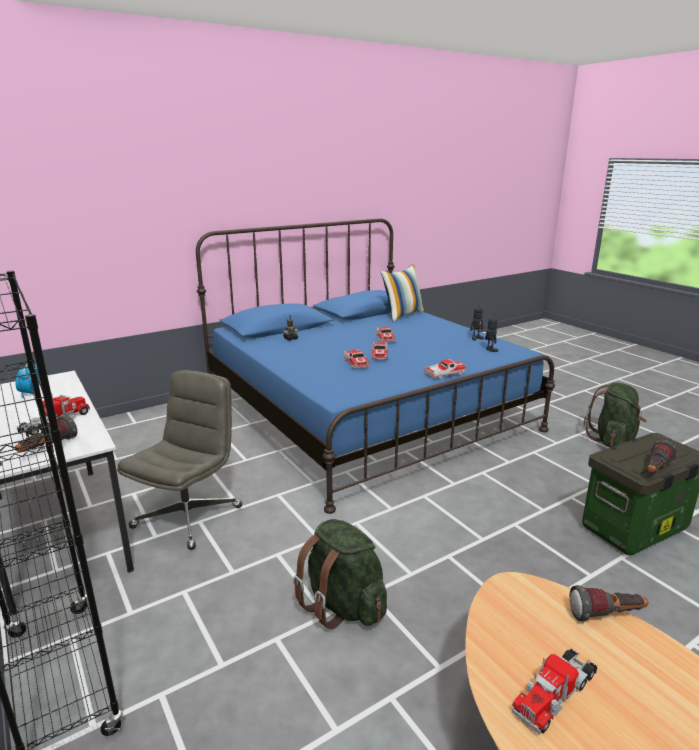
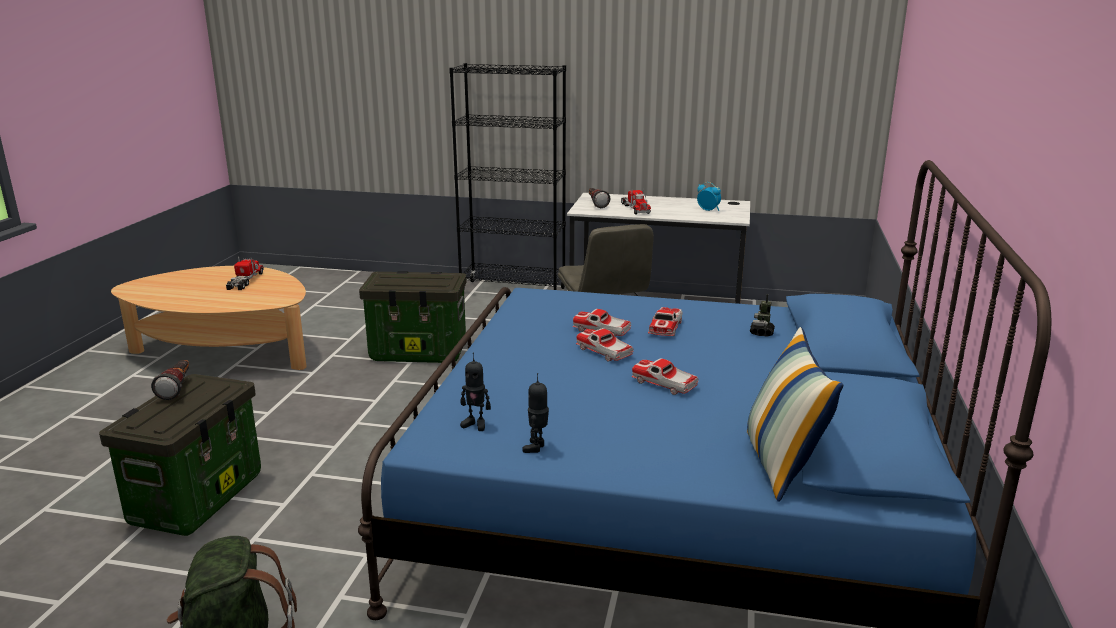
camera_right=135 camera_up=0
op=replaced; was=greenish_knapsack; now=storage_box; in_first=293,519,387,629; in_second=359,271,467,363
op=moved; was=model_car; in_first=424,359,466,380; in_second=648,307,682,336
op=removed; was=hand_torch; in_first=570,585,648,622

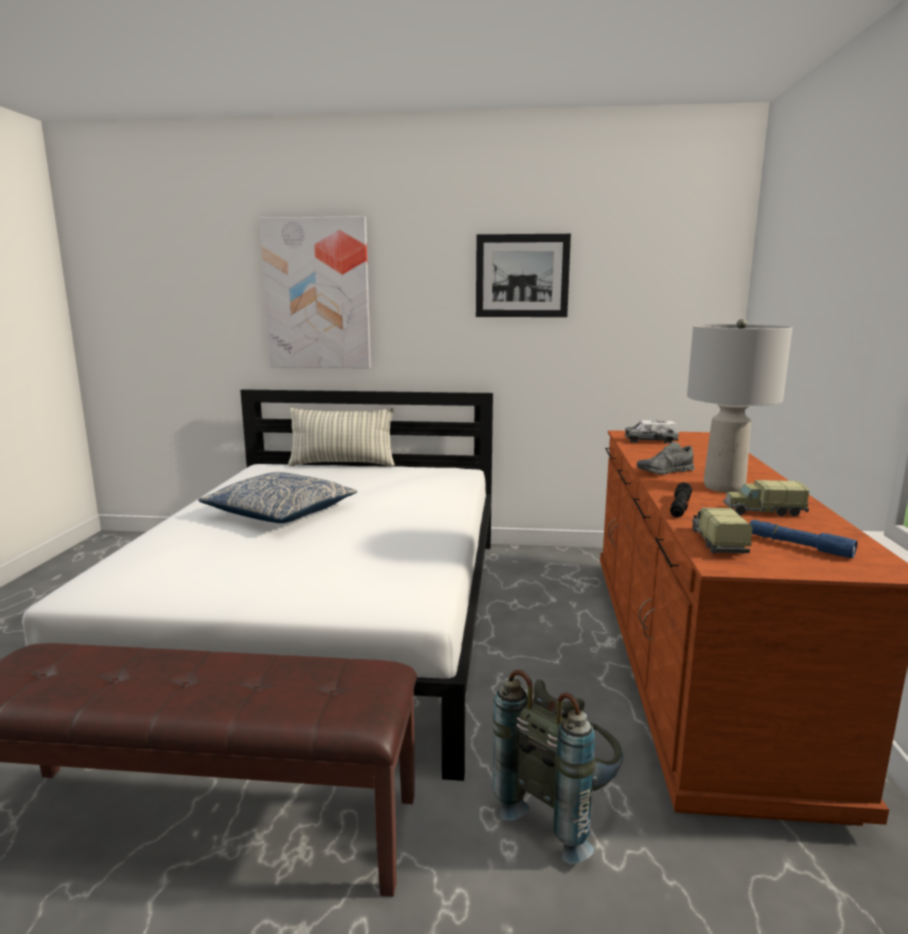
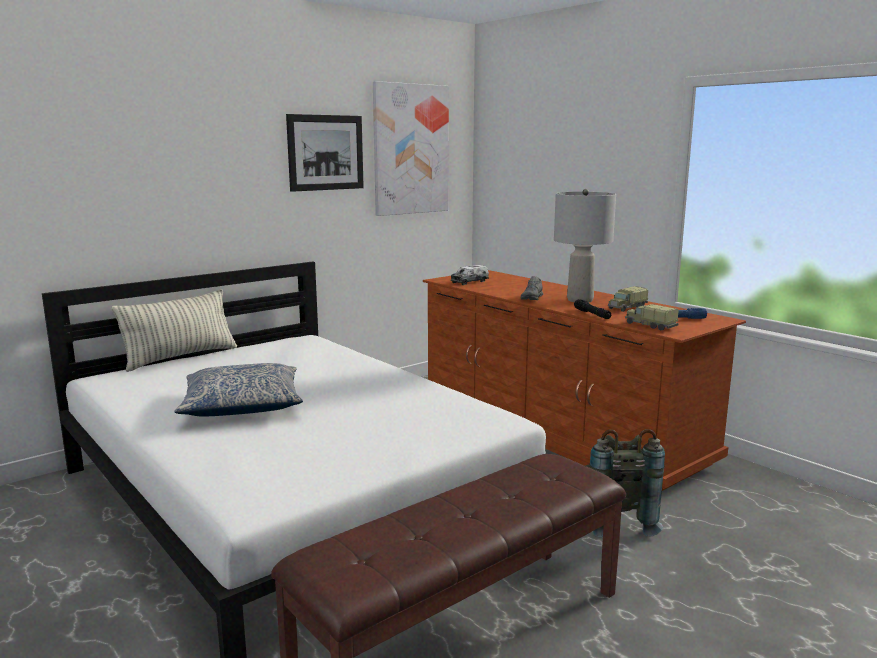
camera_right=-45 camera_up=0
op=moved; was=picture; in_first=259,216,371,368; in_second=373,81,449,216

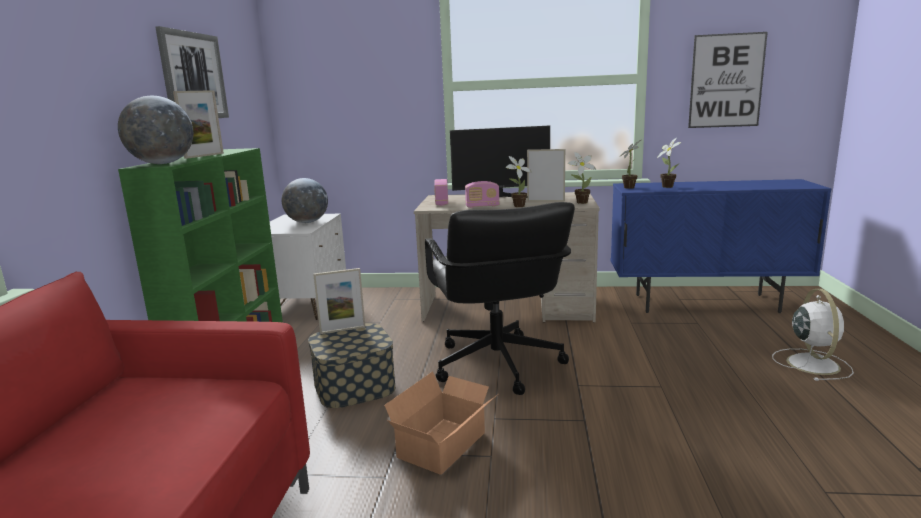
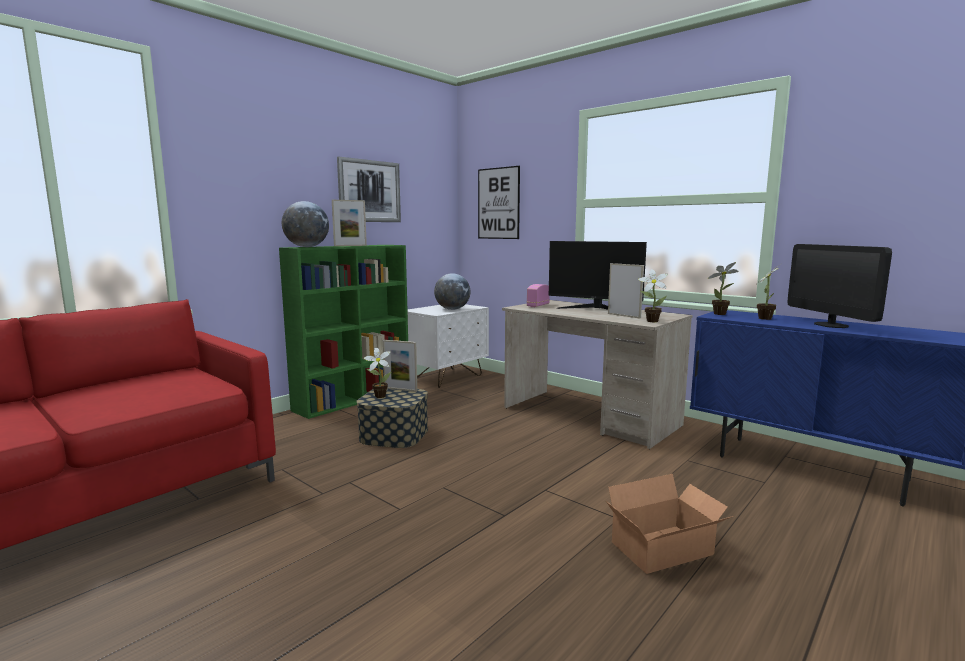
camera_right=35 camera_up=-5
op=moved; was=cardboard_box; in_first=384,371,497,475; in_second=606,474,734,574
op=removed; was=blackish_computer_chair; in_first=425,202,575,395
op=removed; was=radio; in_first=465,181,500,208
op=moved; was=potted_plant; in_first=506,156,532,207; in_second=364,347,391,398
op=moved; was=picture; in_first=688,32,768,128; in_second=478,166,520,239
op=removed; was=whitish_electric_fan; in_first=772,289,854,381
op=added; now=monitor; in_second=788,244,892,328

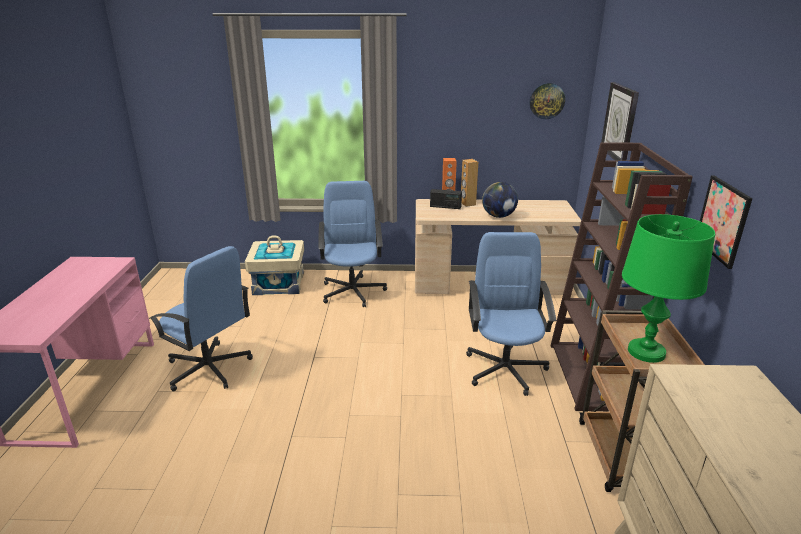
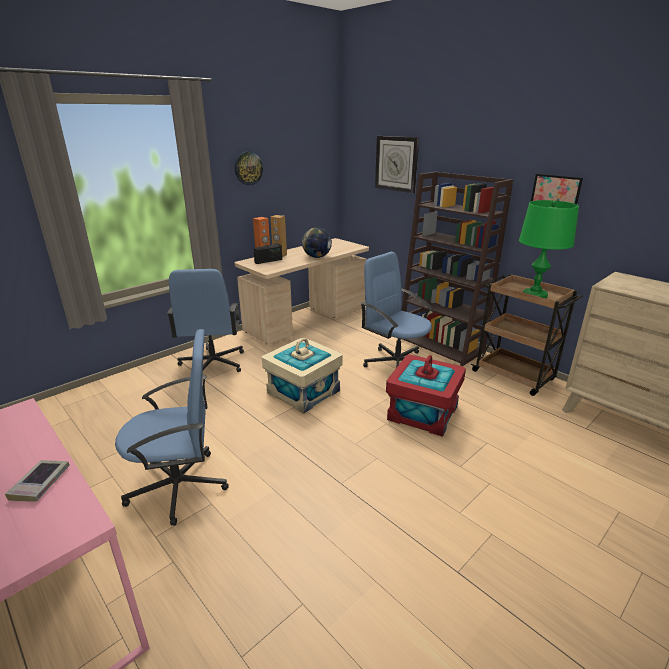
camera_right=-45 camera_up=0
op=moved; was=beige_storage_box; in_first=245,235,304,295; in_second=262,338,343,413
op=turned; was=bluish_computer_chair; in_first=318,181,387,307; in_second=167,269,244,372; clockwise=-135
op=moved; was=clock_on_the_wall; in_first=529,83,565,119; in_second=235,151,263,185
op=added; now=volume; in_second=5,460,70,501
op=added; now=reddish_storage_box; in_second=386,354,466,437

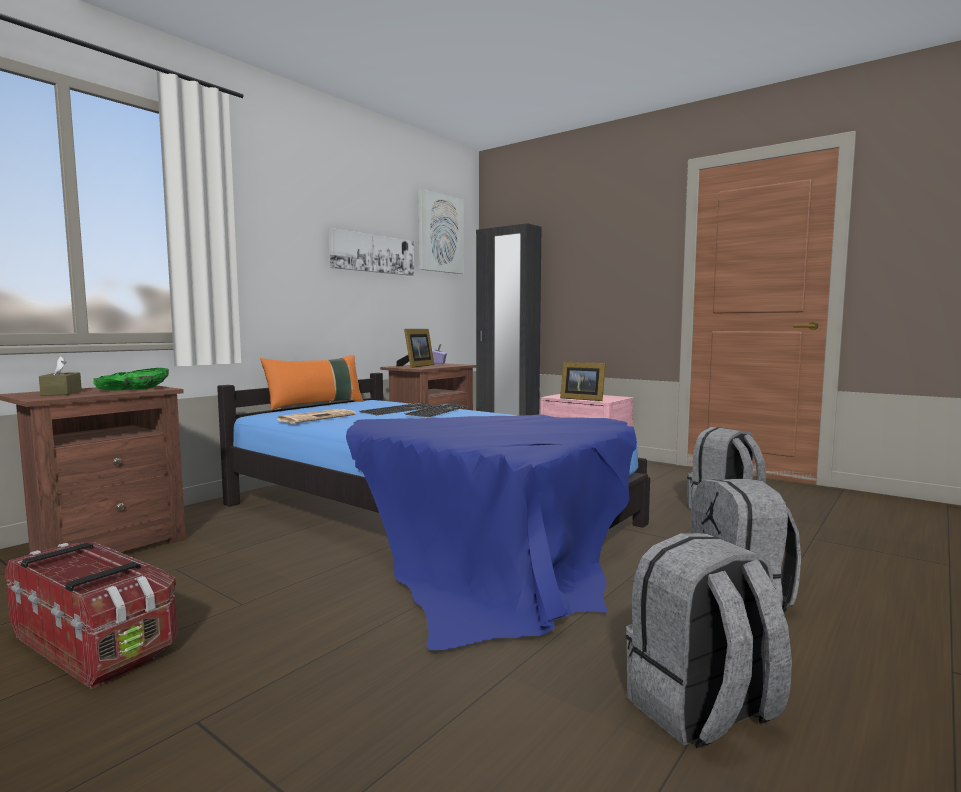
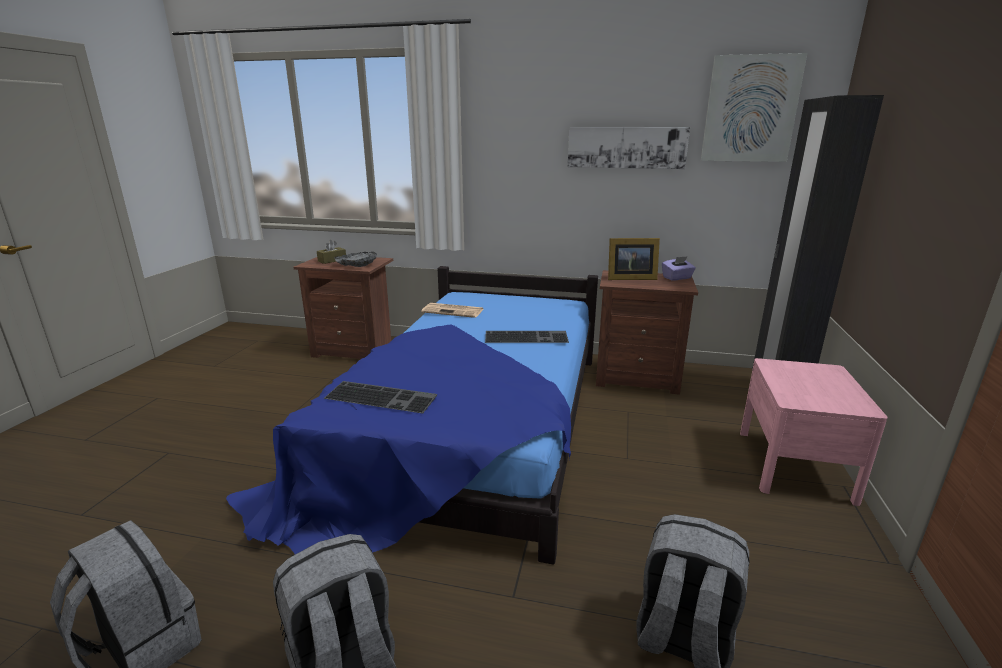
camera_right=65 camera_up=15
op=removed; was=storage_box; in_first=5,542,178,689
op=recoloured; was=greenish_deep_dish; now=greyish_deep_dish; in_first=93,368,169,391; in_second=334,252,377,267
op=removed; was=orangey_cushion; in_first=260,355,363,410
op=moved; was=PC_keyboard; in_first=359,403,435,415; in_second=324,381,437,414
op=removed; was=picture_frame; in_first=560,362,606,401

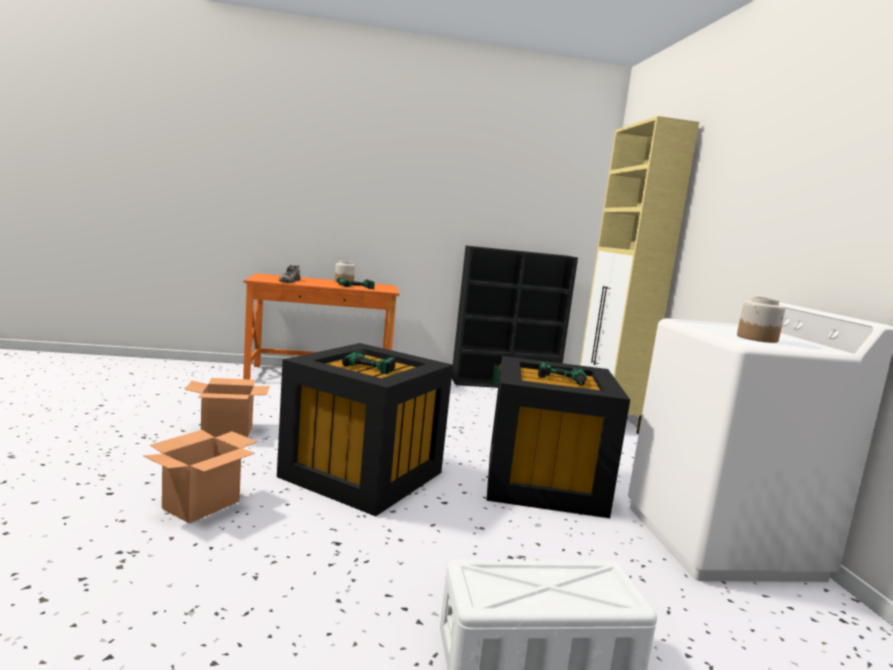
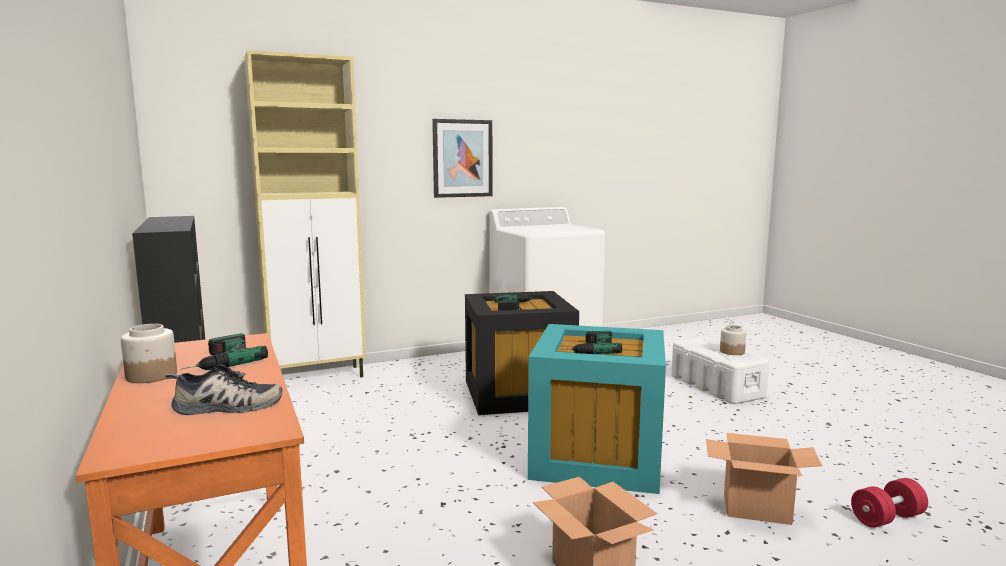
camera_right=-105 camera_up=0
op=recoloured; was=blackish_storage_box; now=turquoise_storage_box; in_first=277,343,453,516; in_second=528,324,666,494
op=moved; was=preserve_jar; in_first=737,297,786,343; in_second=720,325,746,355
op=added; now=picture; in_second=432,119,493,198
op=added; now=reddish_dumbbell; in_second=851,478,928,528

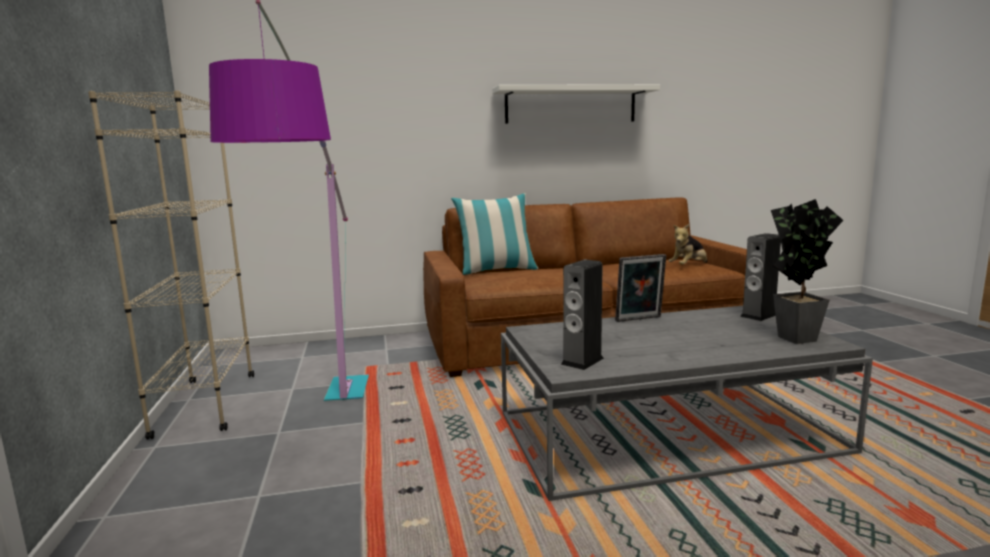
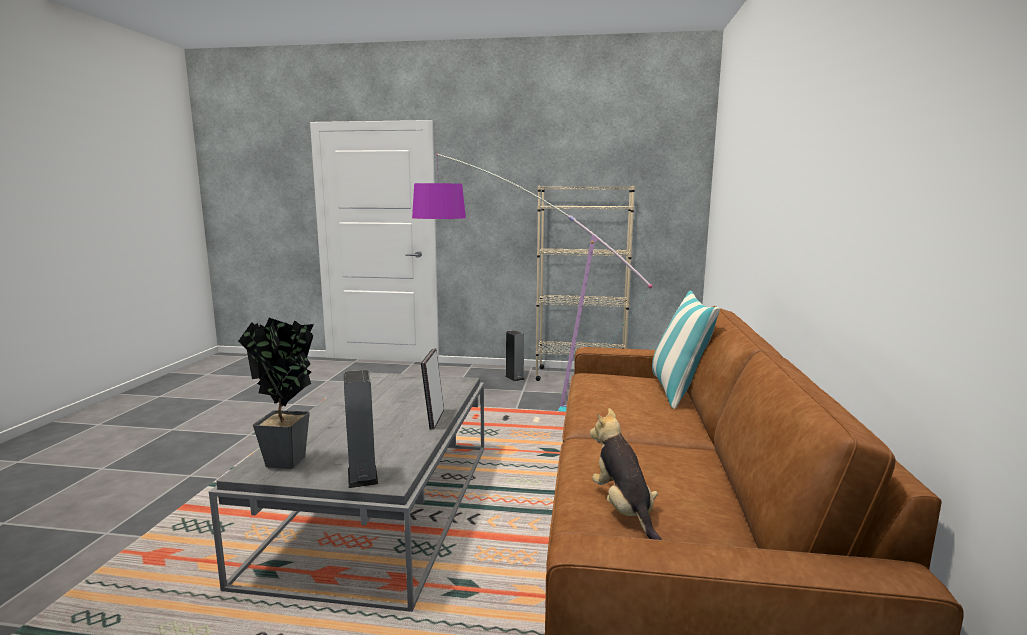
camera_right=110 camera_up=0
op=removed; was=whitish_bracket_shelf; in_first=492,84,660,124
op=moved; was=loudspeaker; in_first=561,260,604,370; in_second=505,330,525,382

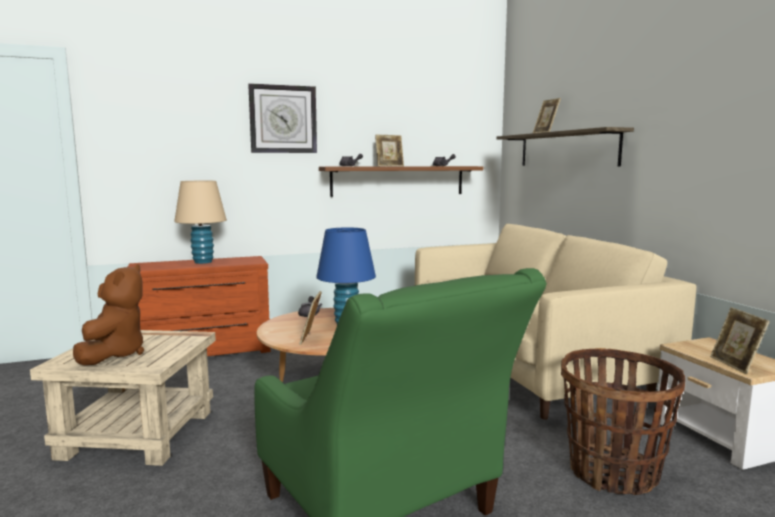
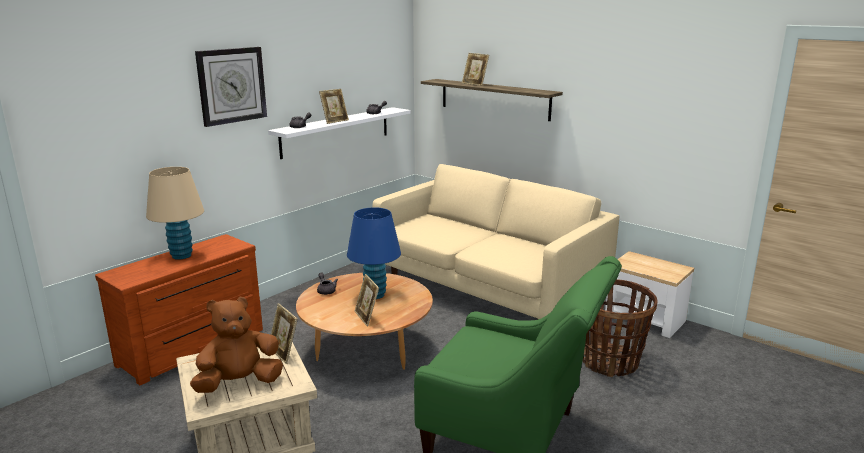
camera_right=-30 camera_up=10
op=turned; was=brown-coloured_soft_toy; in_first=73,264,144,365; in_second=190,297,283,393; clockwise=-90
op=recoloured; was=brown-coloured_bracket_shelf; now=whitish_bracket_shelf; in_first=319,166,483,197; in_second=268,107,410,159
op=moved; was=picture_frame; in_first=710,307,770,374; in_second=271,303,297,364

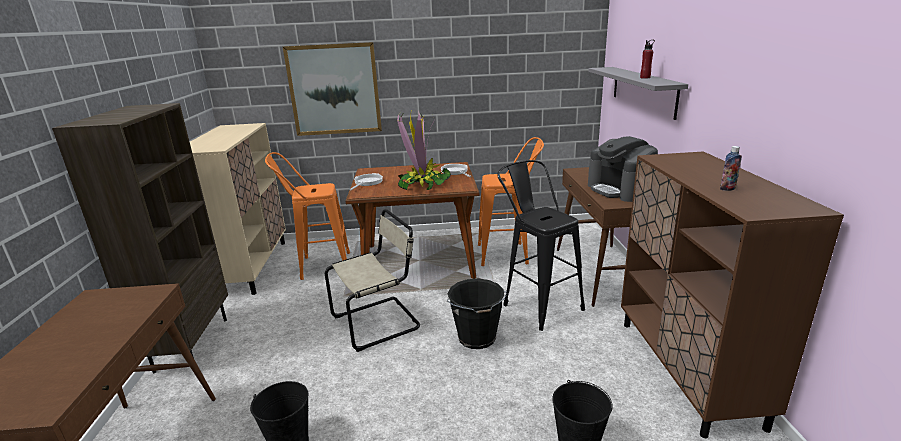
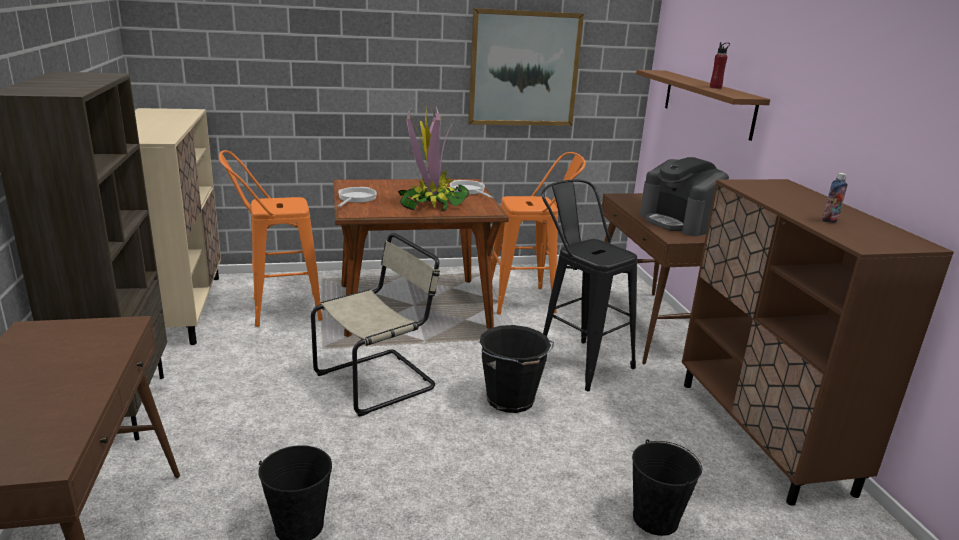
camera_right=-10 camera_up=0
op=moved; was=picture; in_first=283,42,382,136; in_second=468,8,584,126
op=recoloured; was=greyish_bracket_shelf; now=brown-coloured_bracket_shelf; in_first=588,67,688,120; in_second=636,70,770,141

